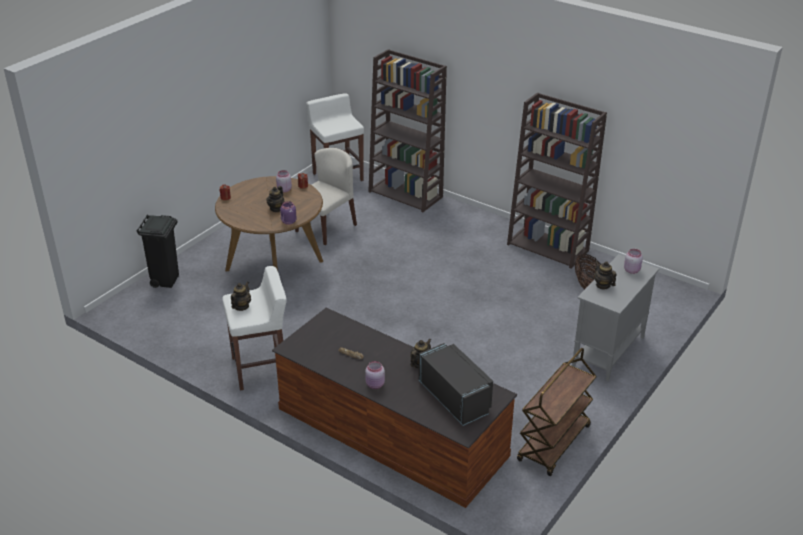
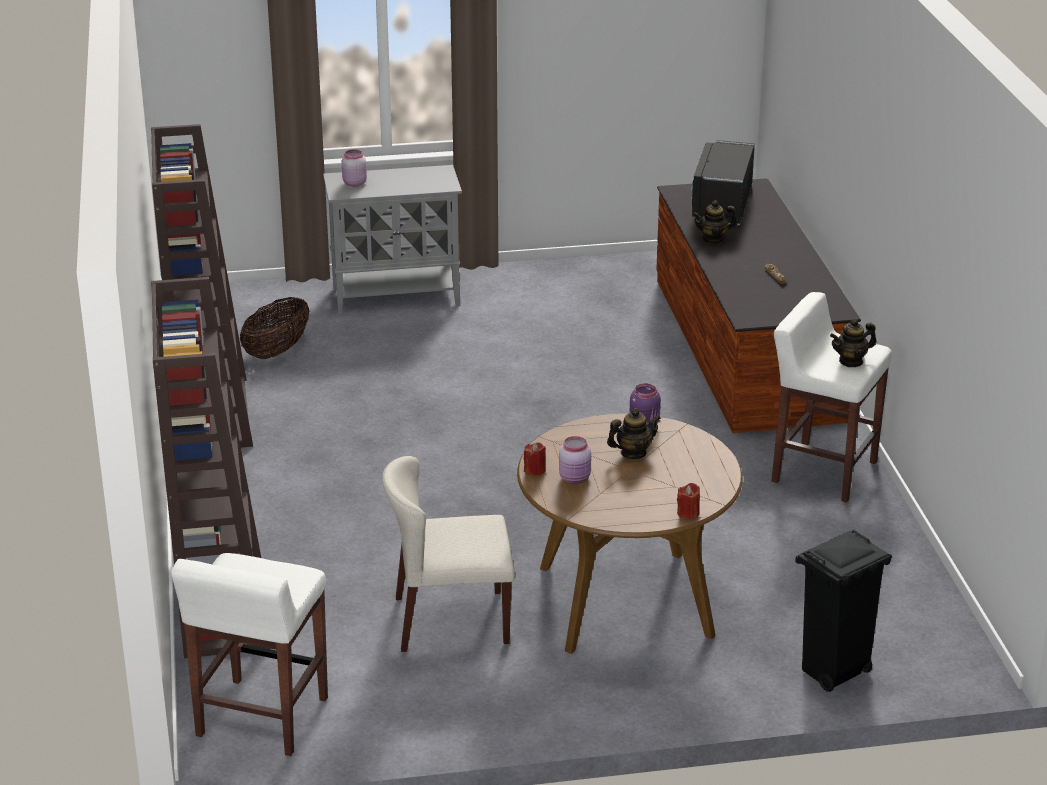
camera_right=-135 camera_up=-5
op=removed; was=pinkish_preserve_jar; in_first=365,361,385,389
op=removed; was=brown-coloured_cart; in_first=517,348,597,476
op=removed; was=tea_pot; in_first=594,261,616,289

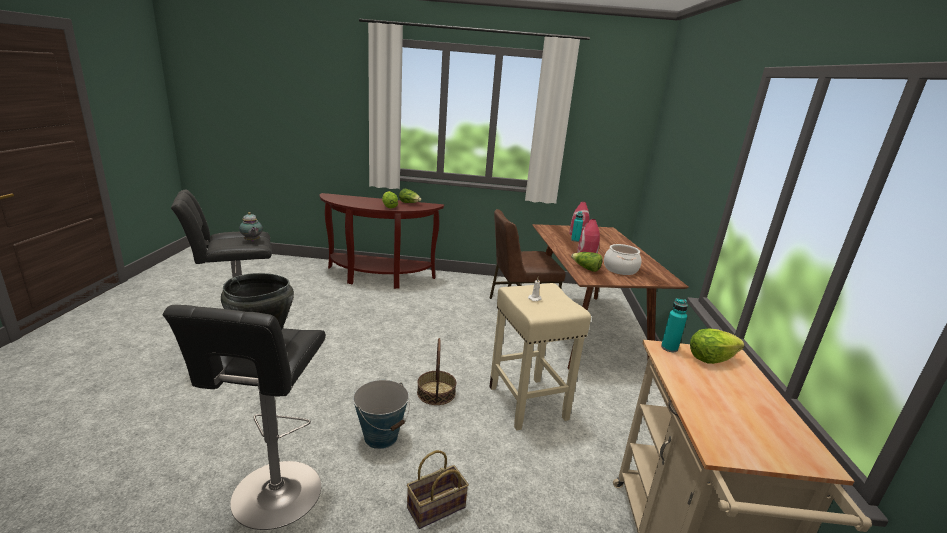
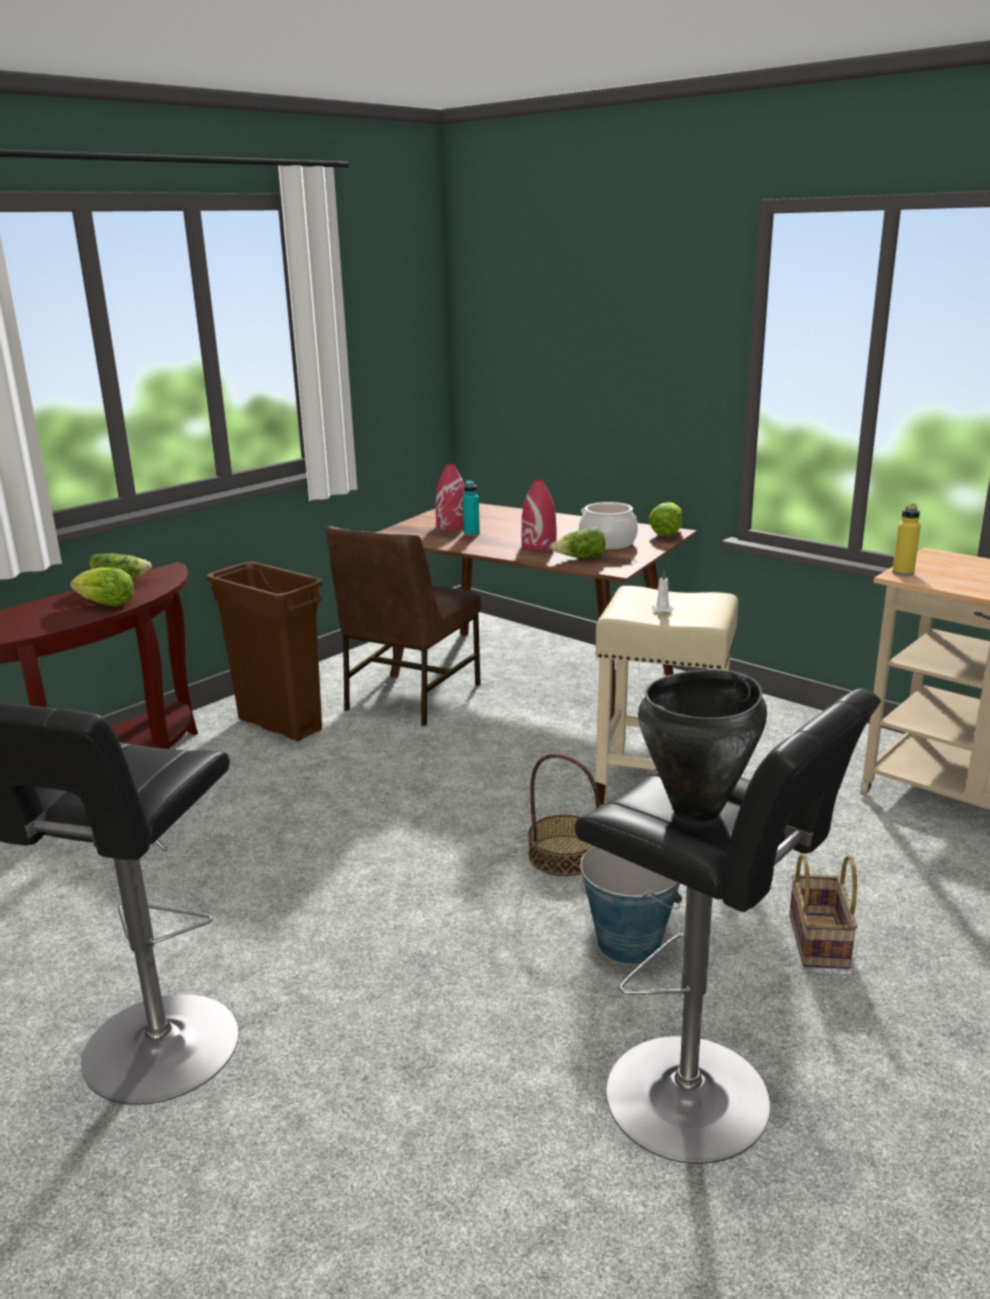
camera_right=-50 camera_up=0
op=removed; was=tea_pot; in_first=239,212,263,242
op=recoloured; was=turquoise_drink_bottle; now=yellowish_drink_bottle; in_first=661,298,688,352; in_second=892,504,921,576
op=moved; was=head_of_lettuce; in_first=690,328,744,364; in_second=648,502,682,536
op=added; now=brown-coloured_waste_bin; in_second=206,562,323,741

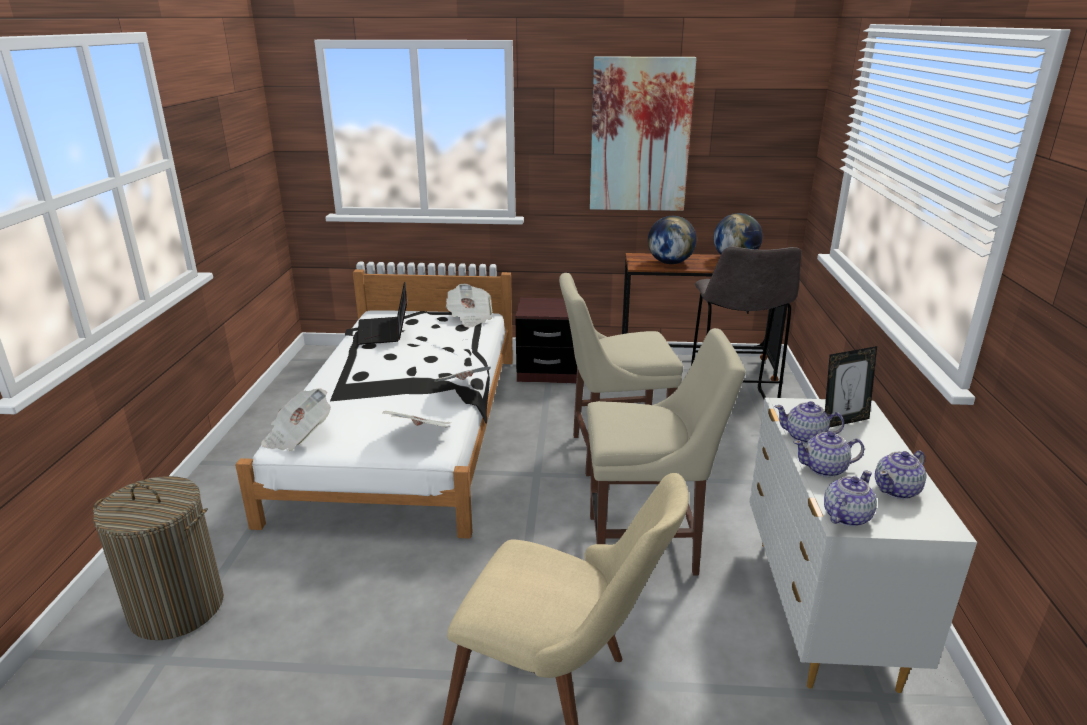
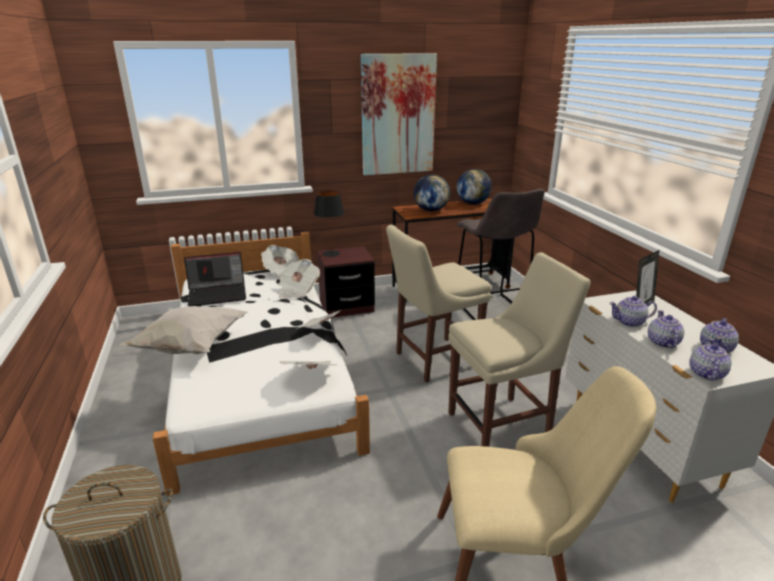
camera_right=-20 camera_up=0
op=moved; was=newspaper; in_first=261,389,331,451; in_second=278,259,320,299
op=turned; was=portable_computer; in_first=357,282,407,345; in_second=184,252,246,306; clockwise=-75
op=turned; was=tea_pot; in_first=793,431,864,477; in_second=648,310,684,348; clockwise=120
op=added; now=whitish_cushion; in_second=120,306,248,354
op=added; now=blackish_table_lamp; in_second=314,190,345,257

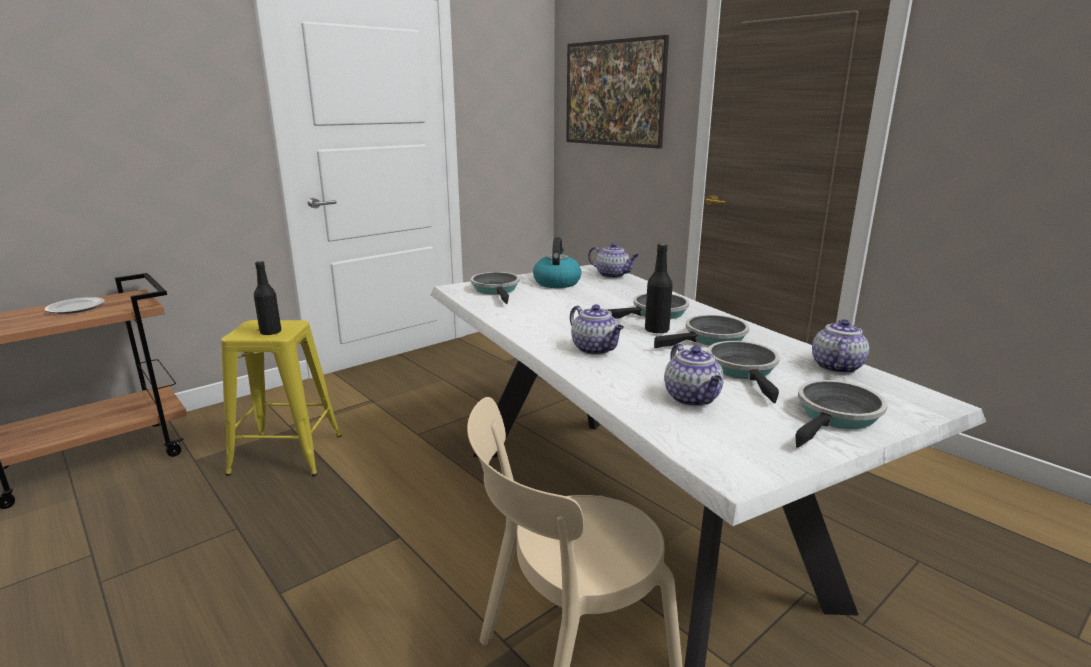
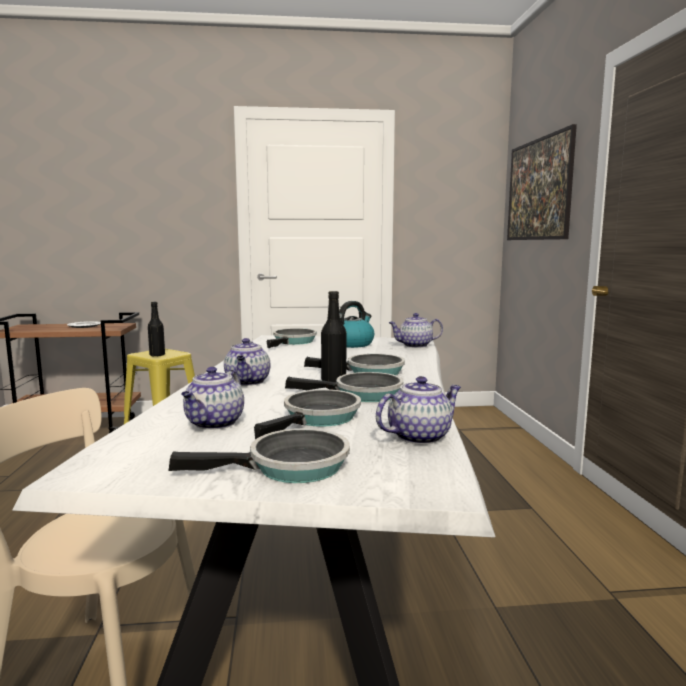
camera_right=35 camera_up=-10
op=turned; was=tea_pot; in_first=588,243,639,278; in_second=389,313,443,348; clockwise=105

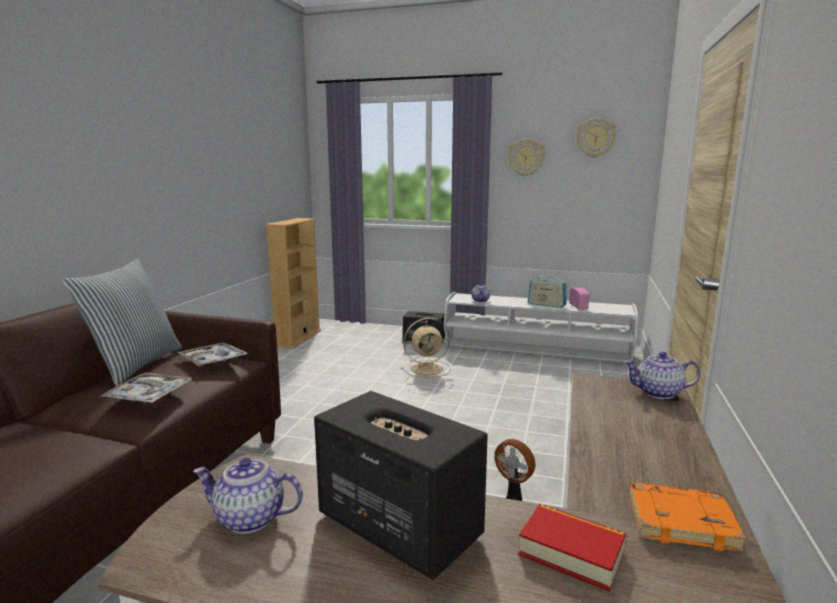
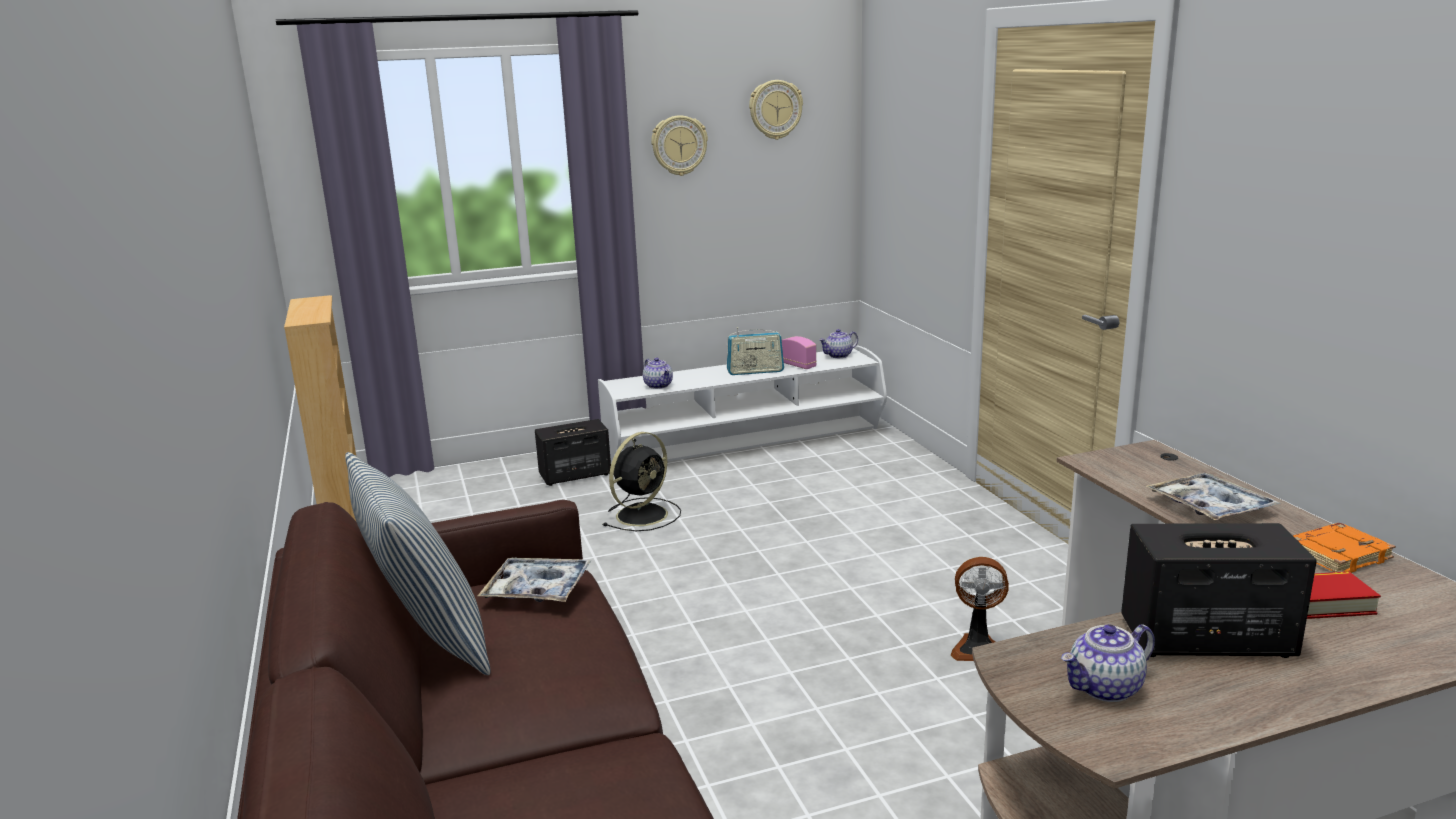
camera_right=-35 camera_up=5
op=moved; was=serving_tray; in_first=100,373,191,403; in_second=1146,473,1281,520
op=recoloured; was=beige_electric_fan; now=blackish_electric_fan; in_first=401,318,451,378; in_second=603,432,681,531
op=moved; was=tea_pot; in_first=624,352,701,399; in_second=819,329,858,358

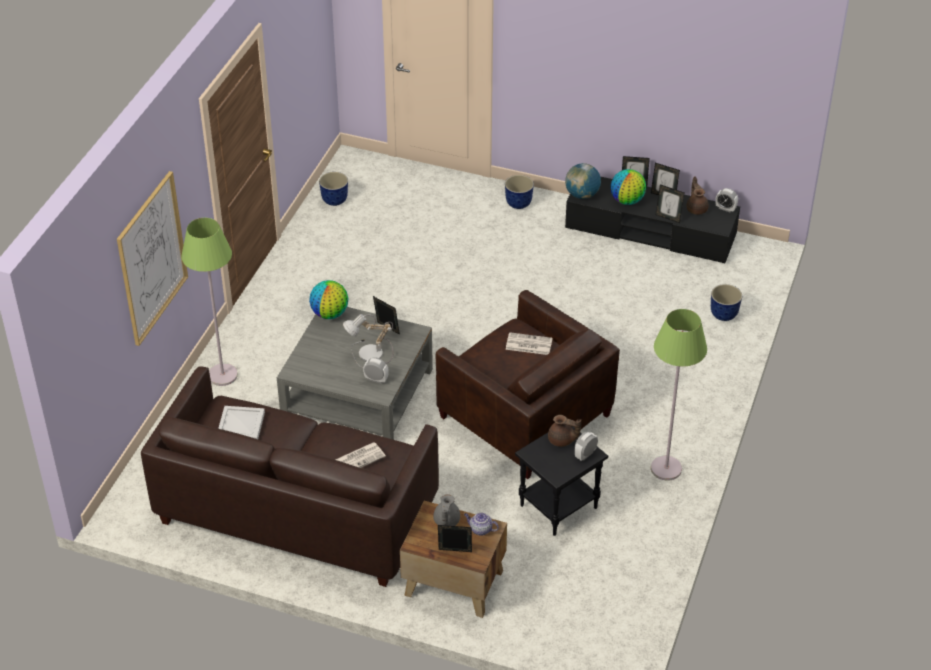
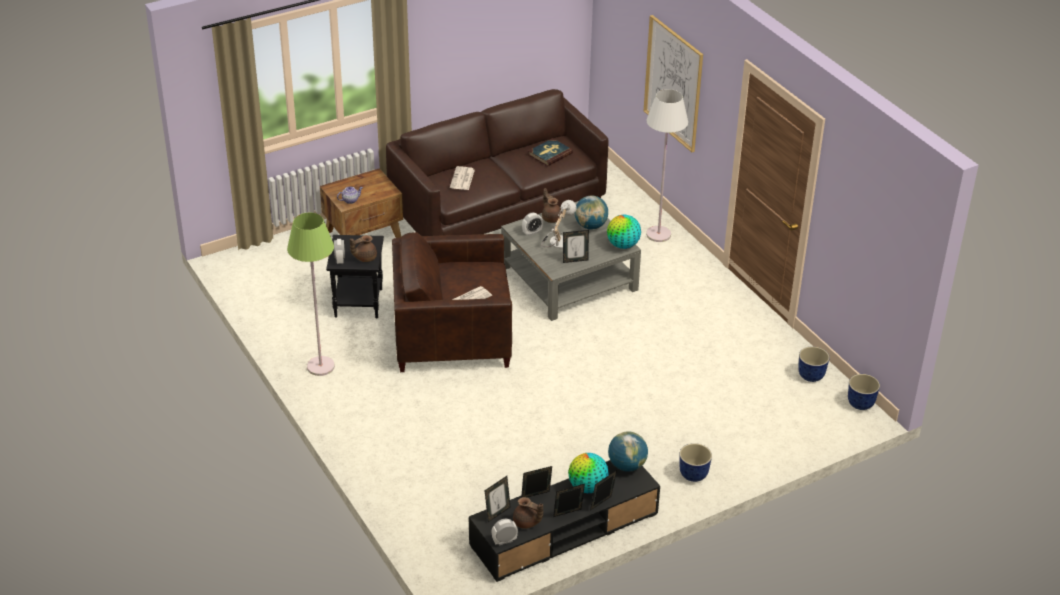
camera_right=130 camera_up=-5
op=recoloured; was=greenish_standing_lamp; now=whitish_standing_lamp; in_first=182,218,238,386; in_second=646,89,688,242
op=replaced; was=whitish_serving_tray; now=volume; in_first=218,406,265,439; in_second=528,138,573,166
op=removed; was=greyish_tea_pot; in_first=433,494,460,526
op=moved; was=picture_frame; in_first=438,525,472,552; in_second=484,476,510,522
op=moved; was=planter; in_first=711,284,742,321; in_second=848,374,880,410
op=added; now=brown-coloured_tea_pot; in_second=542,188,562,223
op=added; now=globe; in_second=575,196,608,229

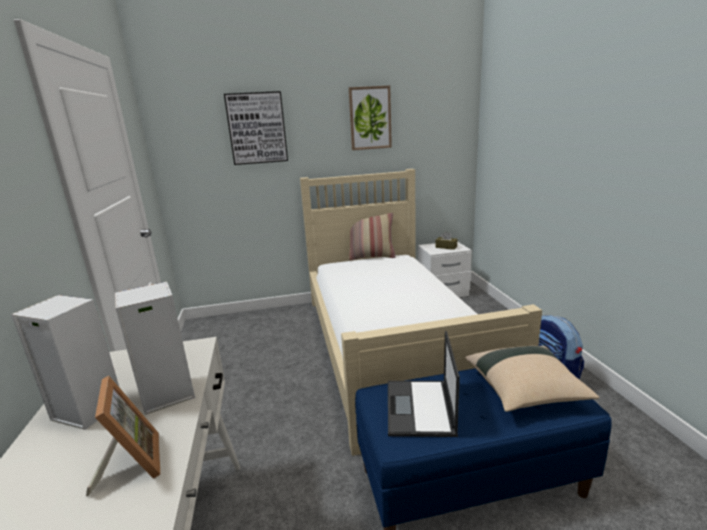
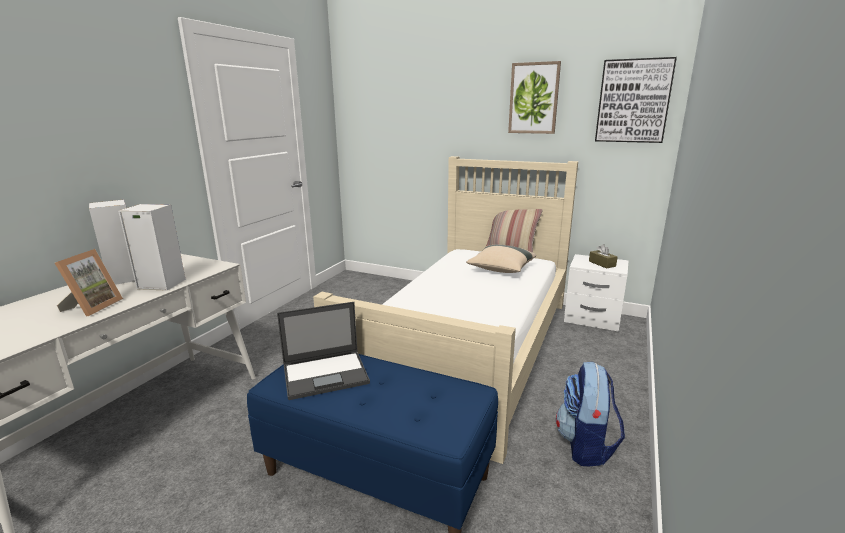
camera_right=35 camera_up=0
op=moved; was=picture; in_first=224,91,288,165; in_second=595,57,677,143
op=turned; was=portable_computer; in_first=388,331,460,437; in_second=277,302,370,400; clockwise=-150
op=moved; was=beige_cushion; in_first=465,346,599,412; in_second=466,244,536,273

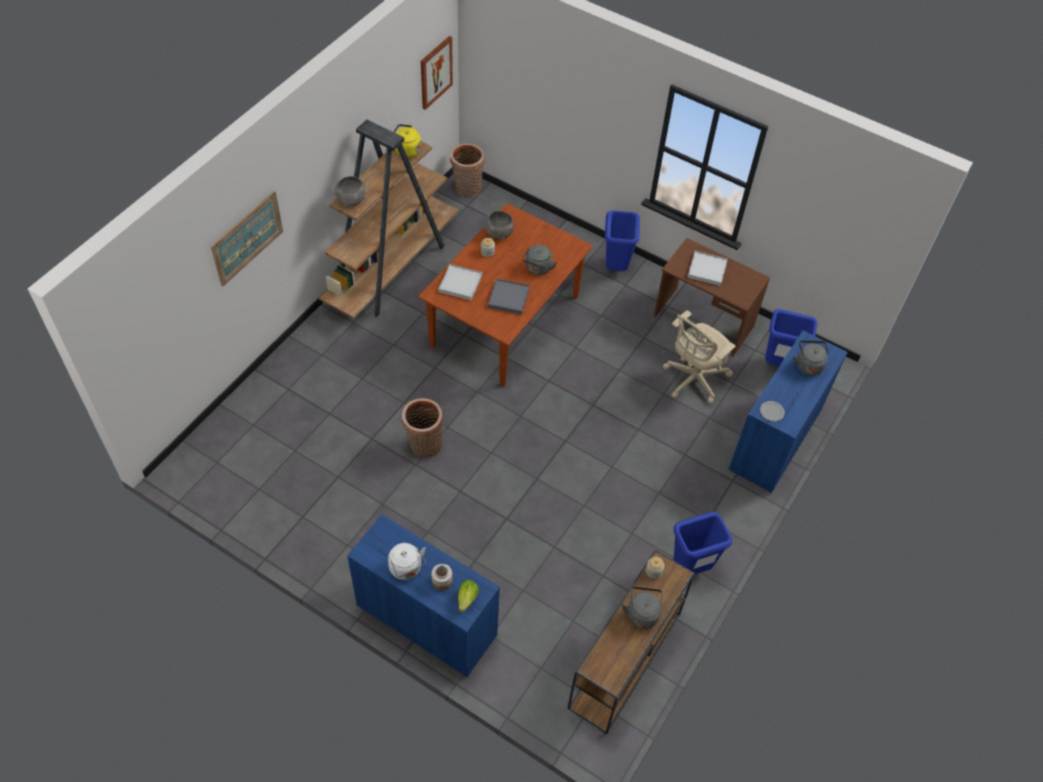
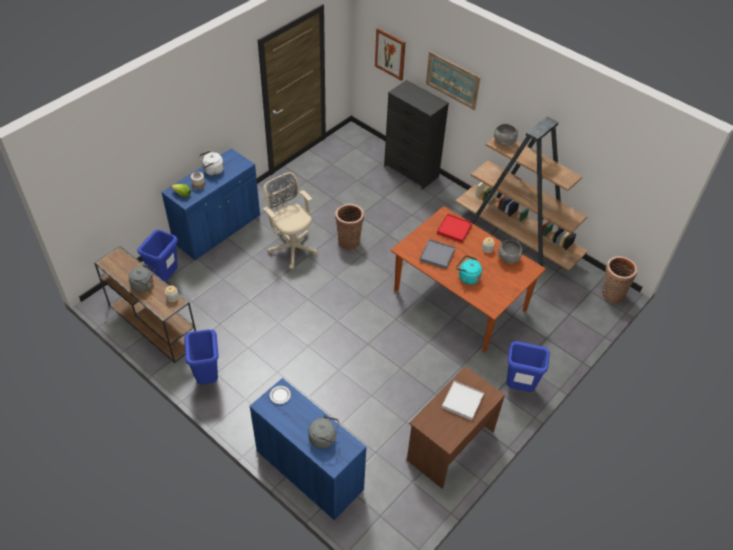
camera_right=100 camera_up=-5
op=removed; was=yellowish_water_kettle; in_first=394,124,421,158
op=moved; was=picture; in_first=421,36,453,110; in_second=375,28,406,81
op=recoloured; was=whitish_serving_tray; now=reddish_serving_tray; in_first=438,264,482,300; in_second=437,214,472,243
op=recoloured; was=greyish_water_kettle; now=turquoise_water_kettle; in_first=522,245,557,275; in_second=456,255,482,285
op=moved; was=beige_computer_chair; in_first=663,310,735,404; in_second=263,172,317,270
op=moved; was=bluish_waste_bin; in_first=765,309,817,366; in_second=137,230,178,282
op=added; now=blackish_dresser; in_second=384,80,449,190

